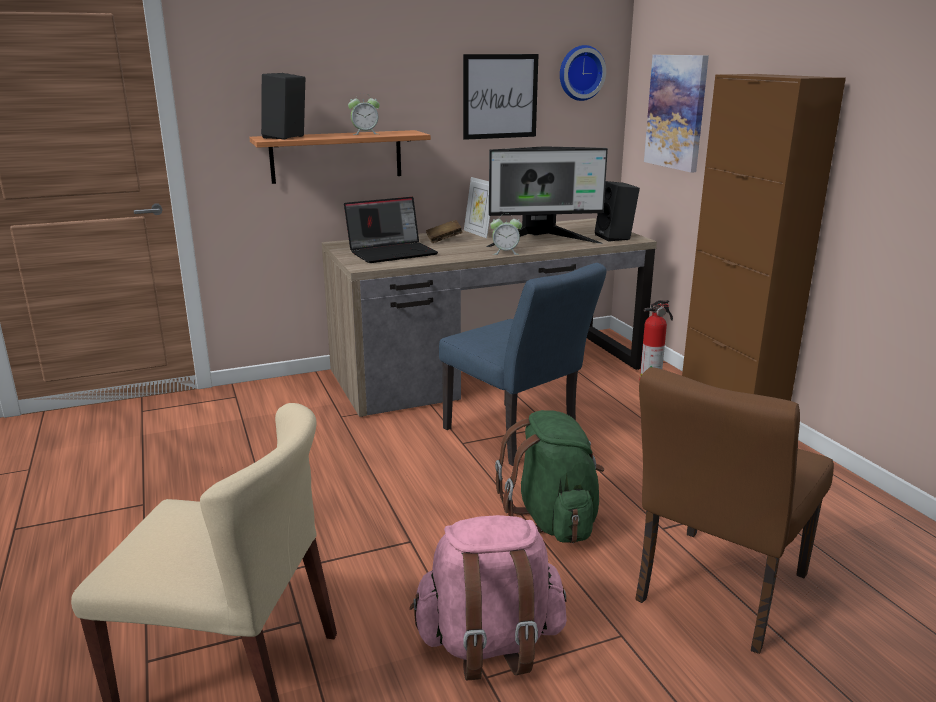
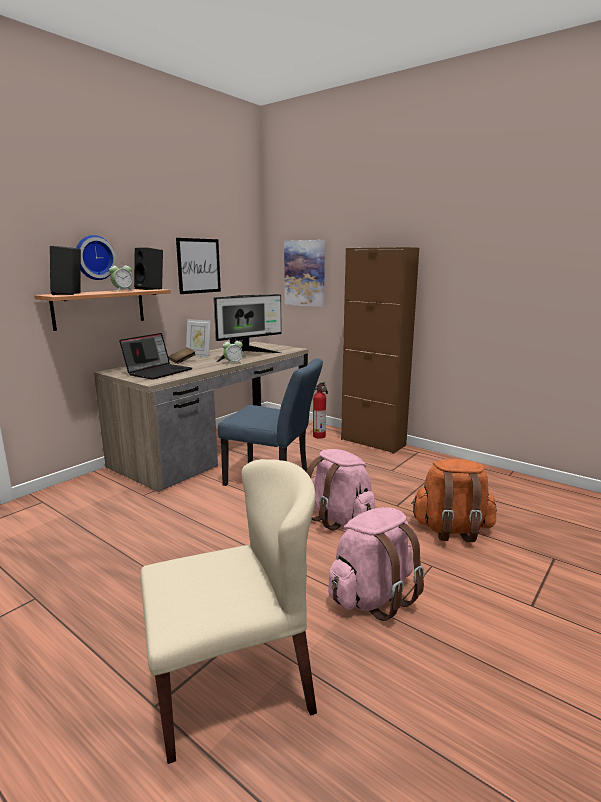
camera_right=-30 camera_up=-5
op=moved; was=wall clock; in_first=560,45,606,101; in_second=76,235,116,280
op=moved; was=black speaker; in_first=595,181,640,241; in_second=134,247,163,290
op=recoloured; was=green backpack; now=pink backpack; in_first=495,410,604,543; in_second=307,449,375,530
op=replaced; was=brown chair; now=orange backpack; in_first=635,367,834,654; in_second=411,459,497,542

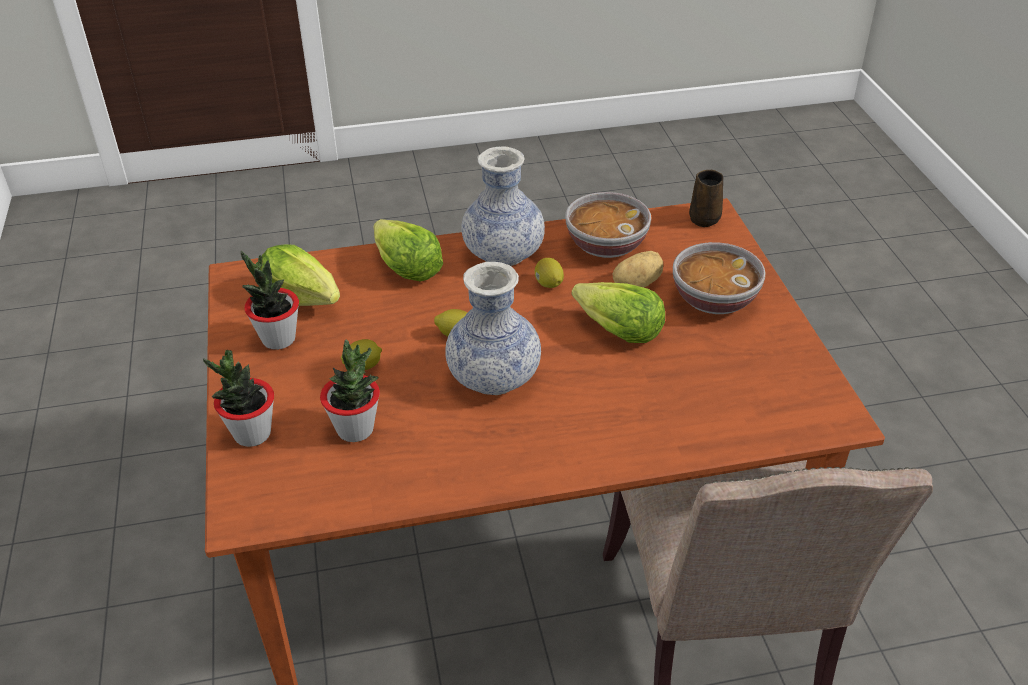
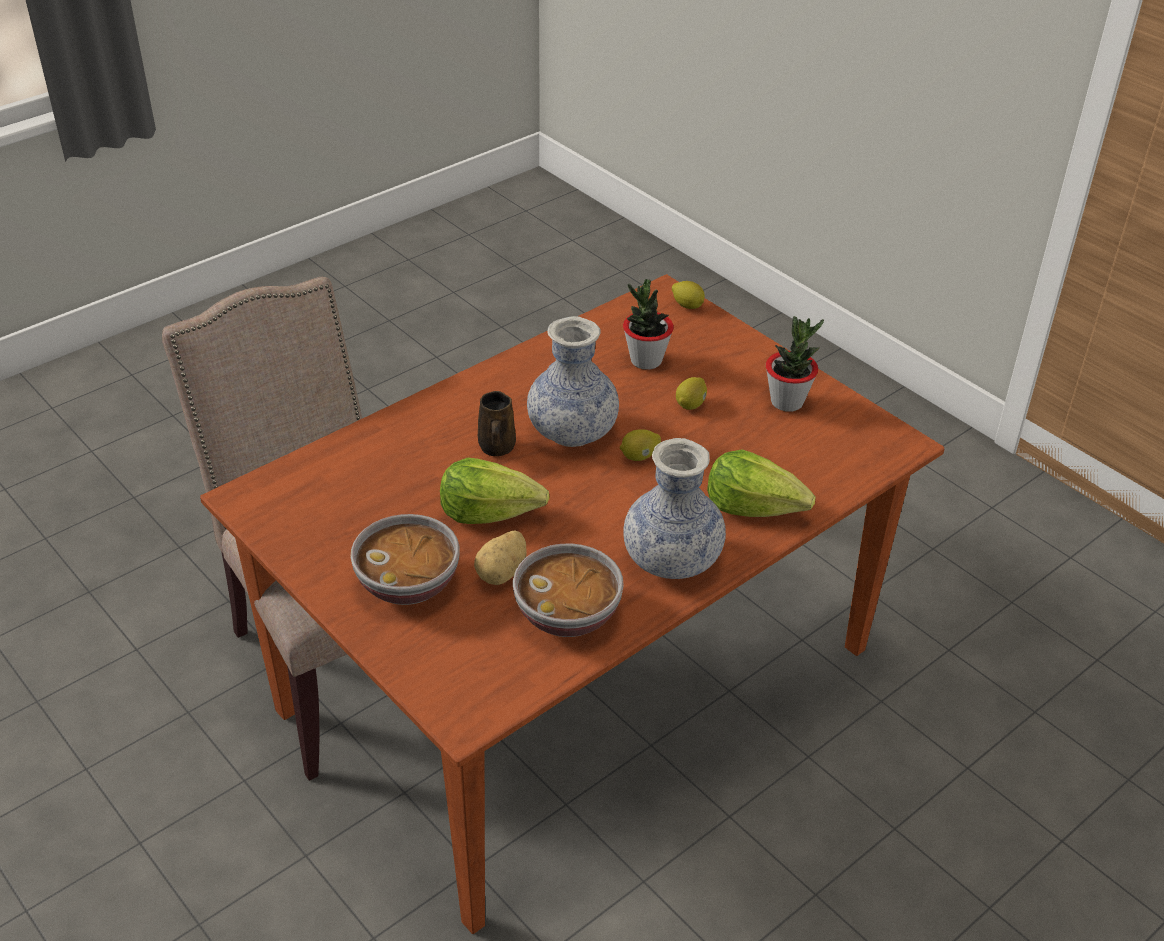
camera_right=150 camera_up=0
op=moved; was=brown mug; in_first=689,170,723,227; in_second=478,391,516,456
op=moved; was=lemon; in_first=535,258,564,288; in_second=672,281,705,309
op=removed; was=potted plant; in_first=203,350,274,447
op=removed; was=lettuce; in_first=262,244,340,306

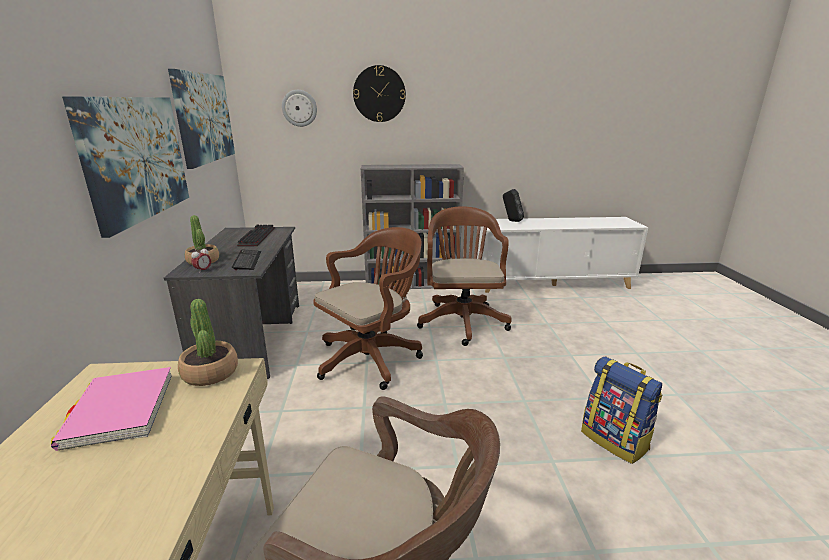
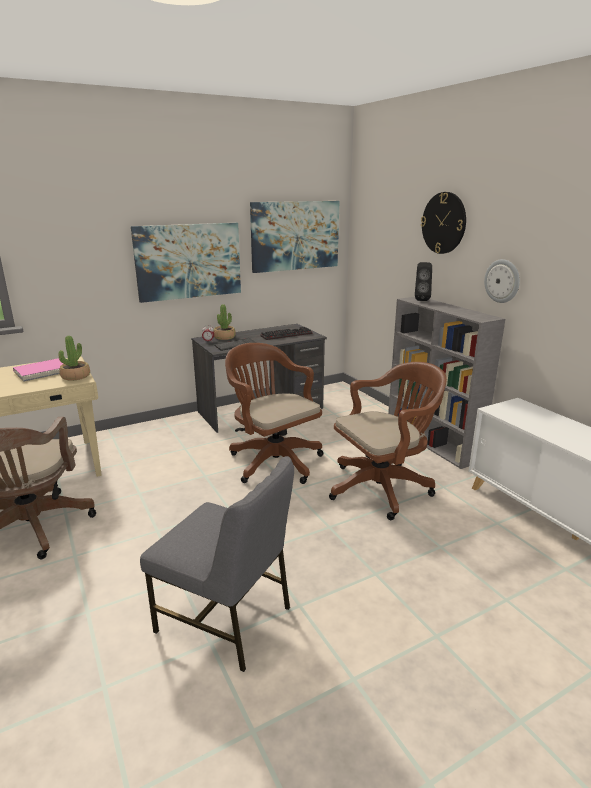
camera_right=65 camera_up=0
op=replaced; was=backpack; now=grey chair; in_first=581,357,662,464; in_second=140,456,294,672
op=turned; was=brown office chair; in_first=313,227,423,390; in_second=225,343,324,484; clockwise=-150
op=moved; was=black speaker; in_first=503,189,524,222; in_second=415,262,432,301
op=moved; was=wall clock; in_first=282,90,317,127; in_second=484,259,520,303

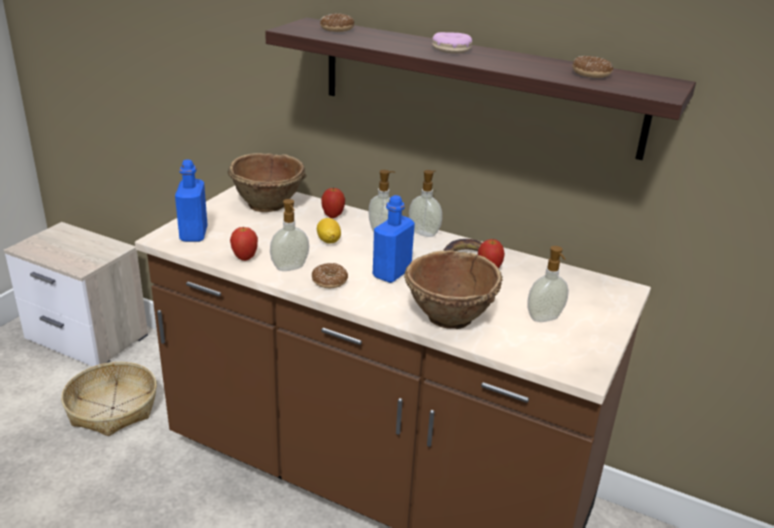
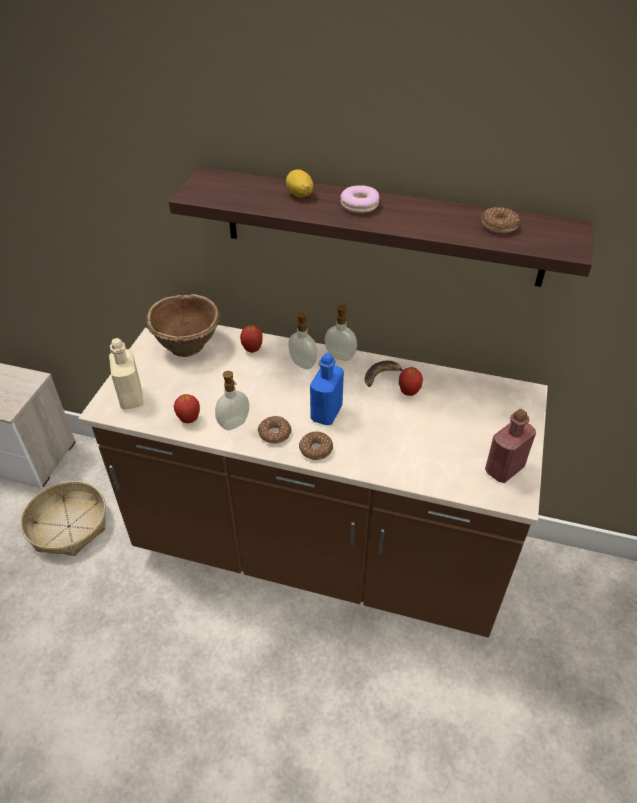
camera_right=-10 camera_up=15
op=recoloured; was=blue bottle; now=beige bottle; in_first=175,160,208,242; in_second=109,338,144,409
op=moved; was=lemon; in_first=317,218,341,243; in_second=286,169,313,198
op=moved; was=donut; in_first=320,13,354,32; in_second=299,432,333,460
op=added; now=red bottle; in_second=485,409,536,483
op=removed; was=brown bowl; in_first=404,250,503,329
op=removed; was=soap dispenser; in_first=528,246,569,322

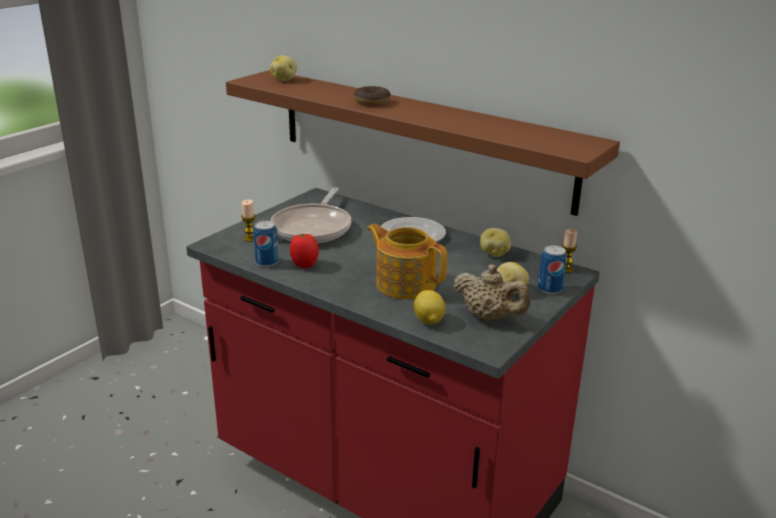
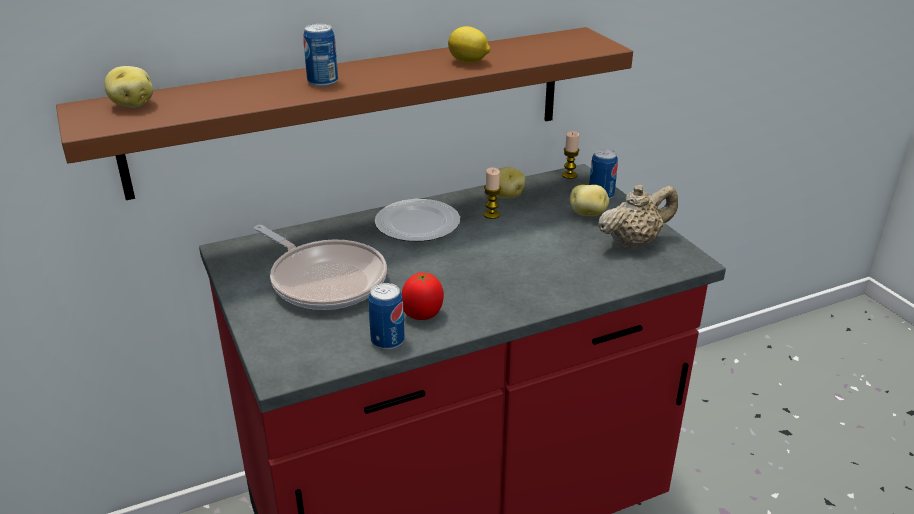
camera_right=-60 camera_up=5
op=replaced; was=donut; now=can; in_first=354,86,391,106; in_second=304,24,338,87
op=moved; was=lemon; in_first=414,290,445,325; in_second=448,26,491,63
op=moved; was=candle; in_first=241,200,255,242; in_second=484,167,501,219
op=removed; was=teapot; in_first=367,224,447,299

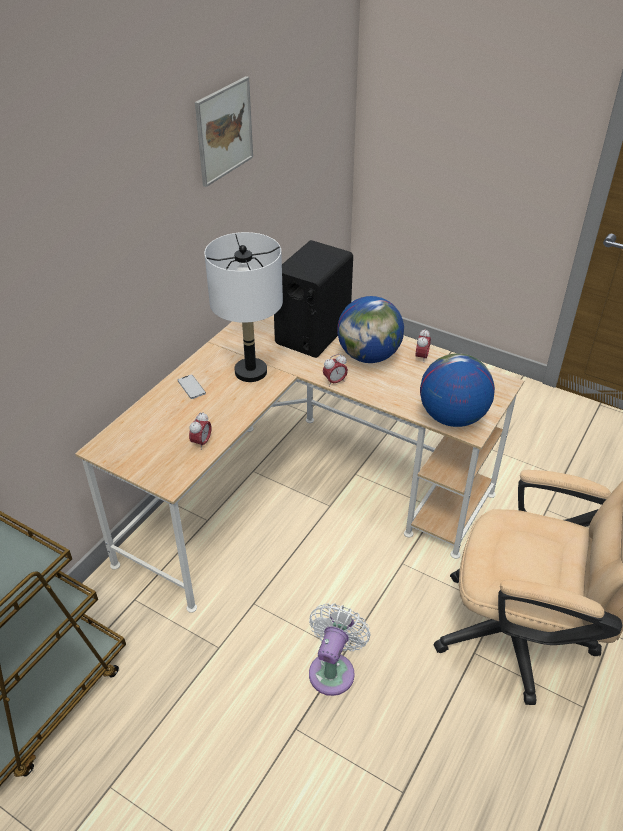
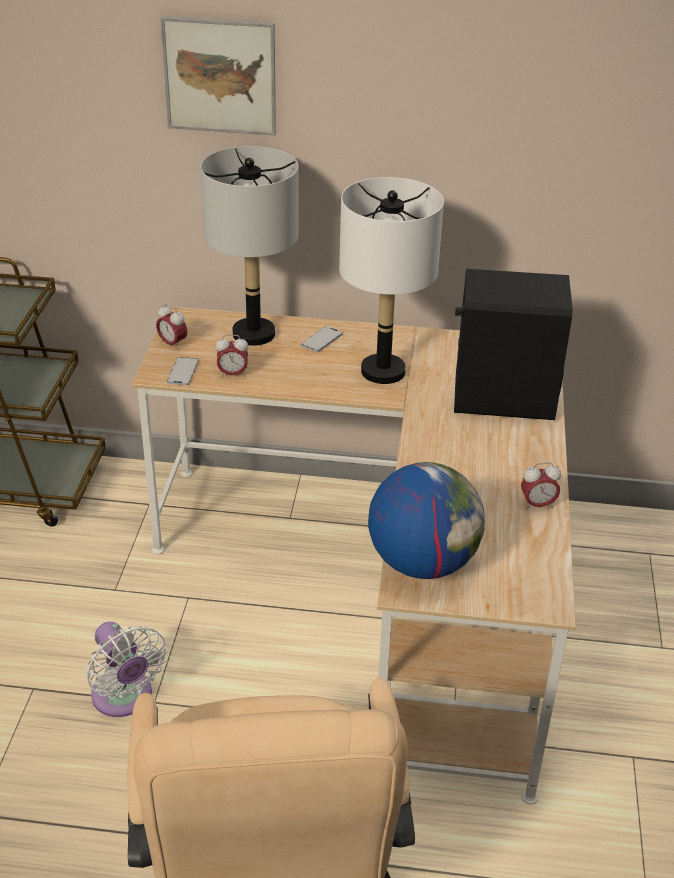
camera_right=65 camera_up=-5
op=turned; was=white fan; in_first=309,603,371,696; in_second=86,622,167,717; clockwise=60
op=moved; was=alarm clock; in_first=323,354,348,387; in_second=156,304,187,350
op=moved; was=picture; in_first=195,76,253,187; in_second=160,16,276,135
op=added; now=phone; in_second=167,357,199,385
op=added; now=grey table lamp; in_second=200,146,299,346
op=removed; was=globe; in_first=337,296,404,363

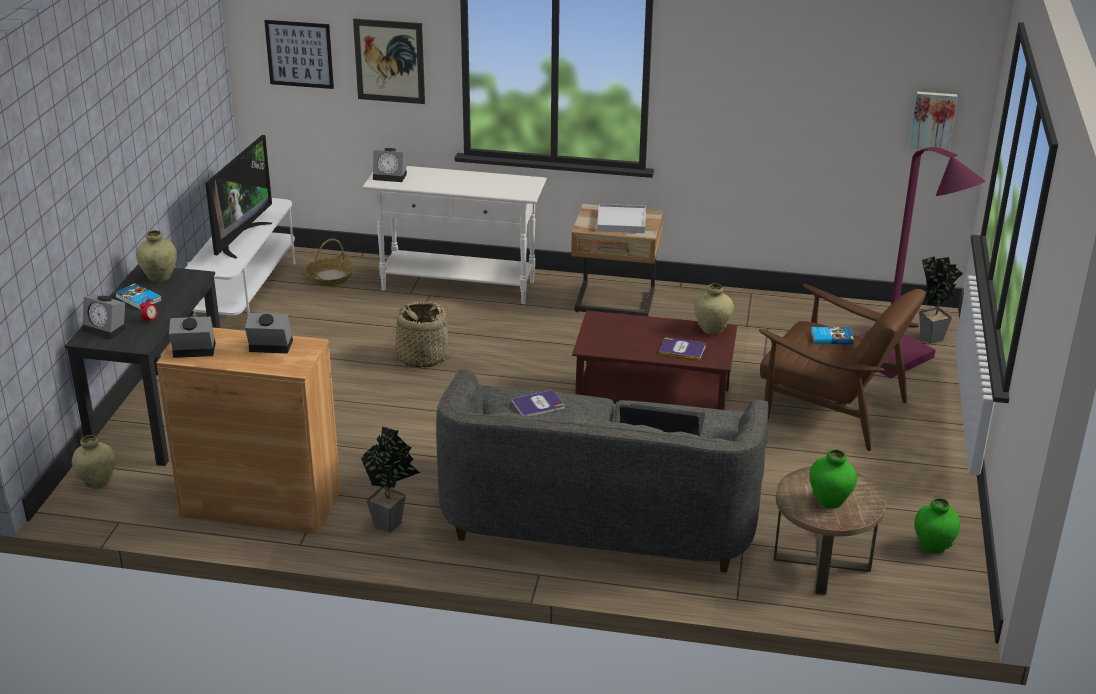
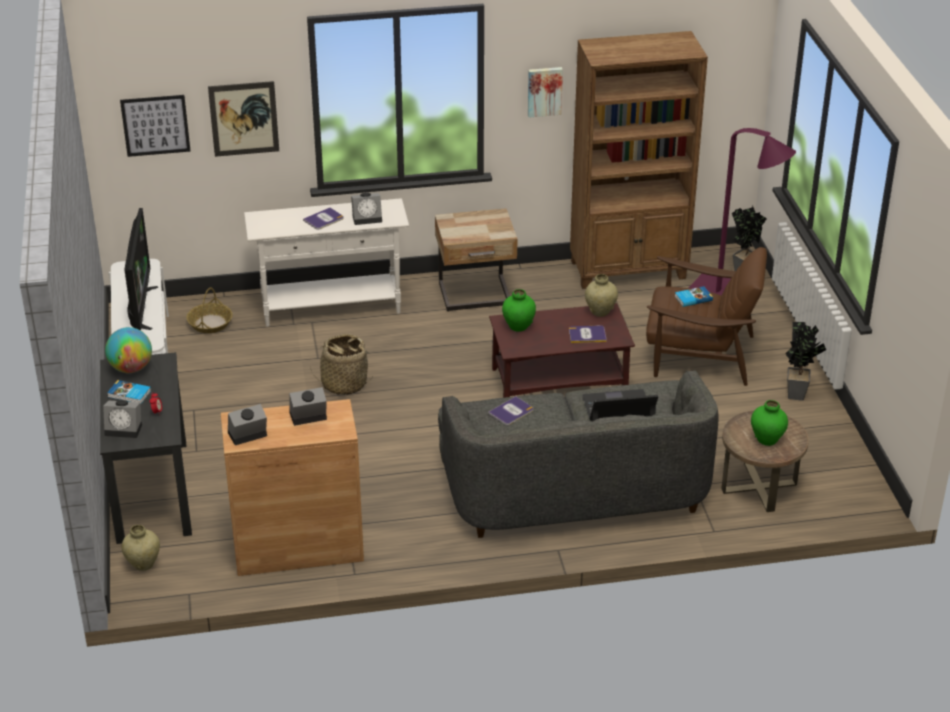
camera_right=-20 camera_up=5
op=replaced; was=beige vase; now=globe; in_first=136,230,177,282; in_second=105,327,152,373
op=added; now=book; in_second=303,208,344,230
op=moved; was=alarm clock; in_first=373,148,407,182; in_second=351,193,382,225
op=moved; was=green vase; in_first=914,498,960,554; in_second=502,289,536,332
op=moved; was=picture; in_first=909,92,957,151; in_second=528,67,563,117
op=added; now=brown bookcase; in_second=570,31,708,289
op=moved; was=potted plant; in_first=361,427,420,533; in_second=785,322,826,401
op=removed; was=white tray; in_first=597,204,646,233

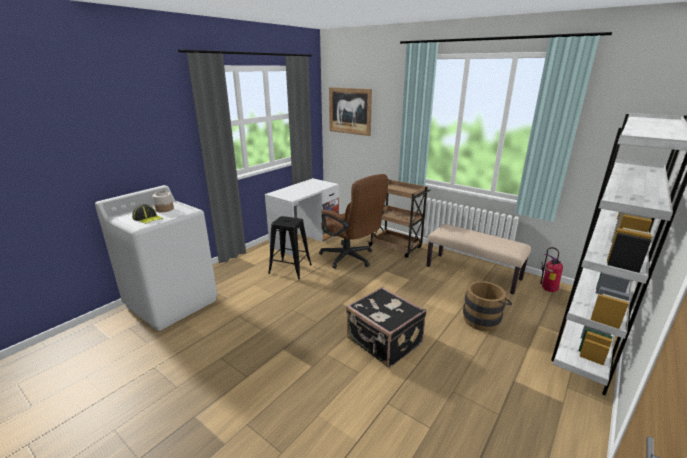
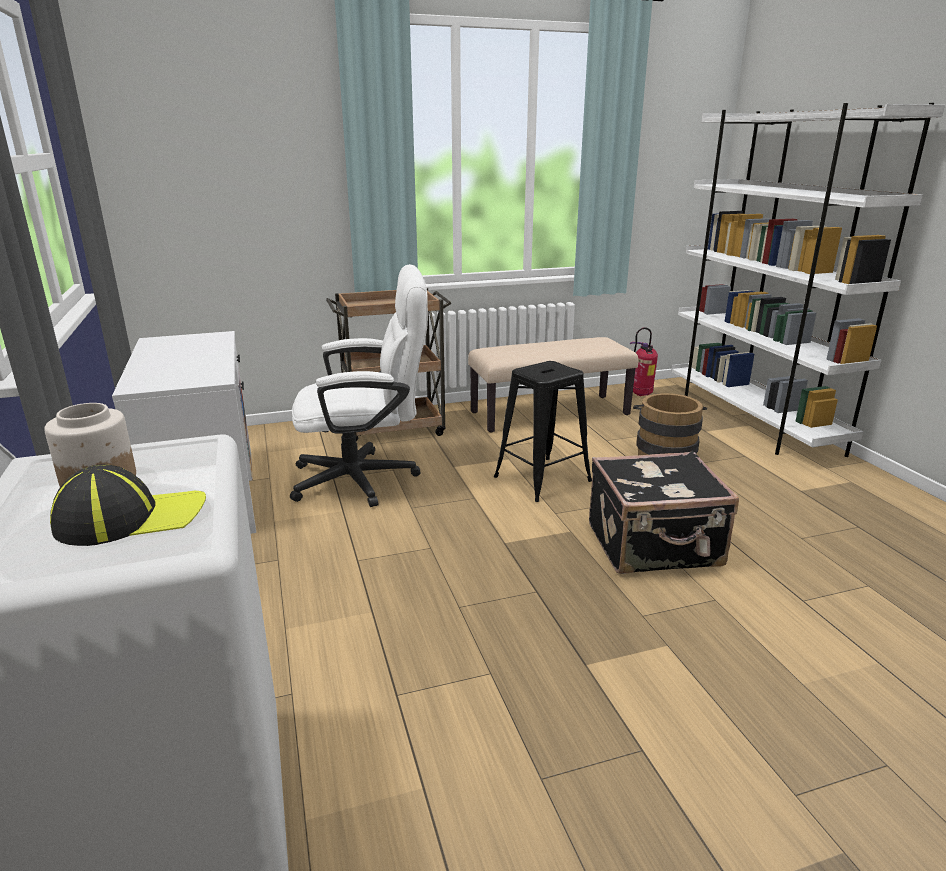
camera_right=-55 camera_up=0
op=recoloured; was=brown office chair; now=white office chair; in_first=319,174,388,269; in_second=290,264,428,507
op=moved; was=black stool; in_first=268,216,312,279; in_second=494,361,592,502
op=removed; was=picture; in_first=329,87,372,136

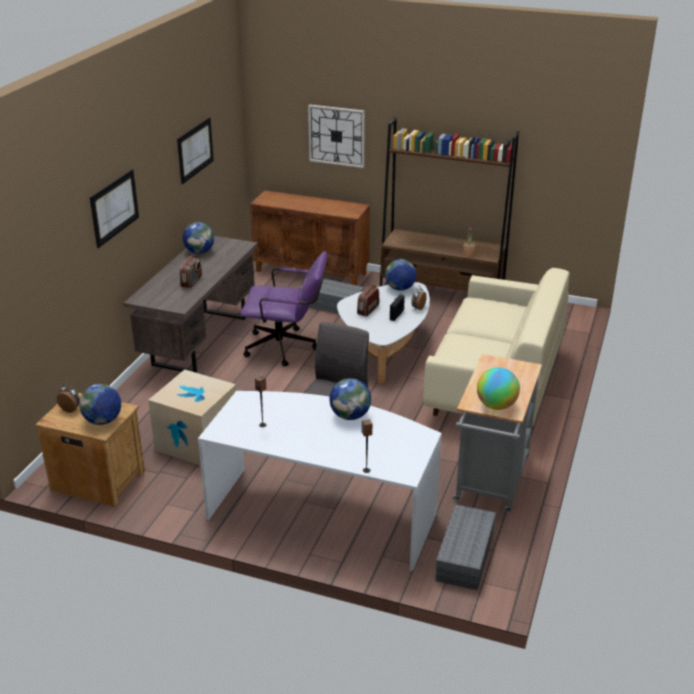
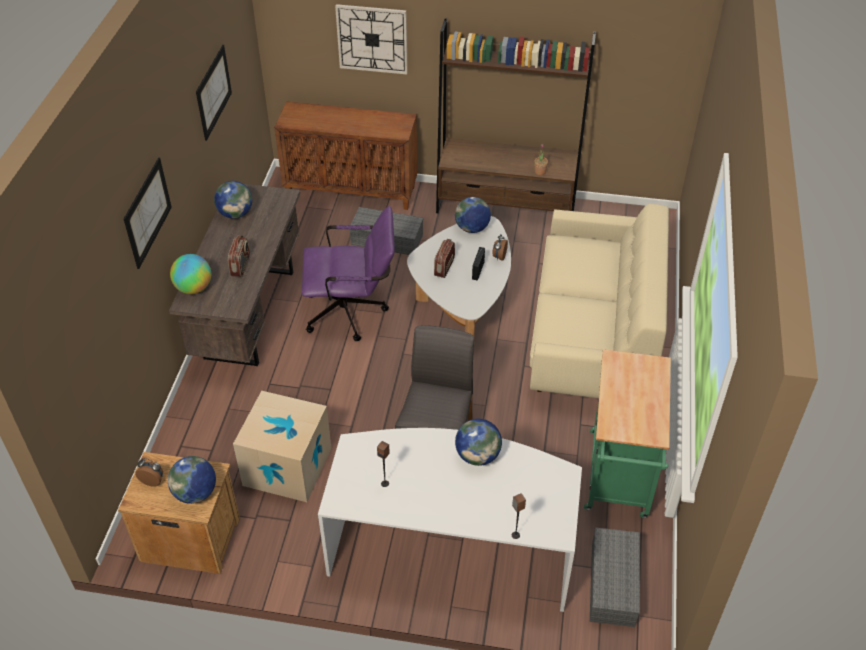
camera_right=-10 camera_up=15
op=moved; was=globe; in_first=477,367,520,410; in_second=170,254,211,294
op=recoloured; was=grey cart; now=green cart; in_first=453,354,542,513; in_second=584,349,671,518

